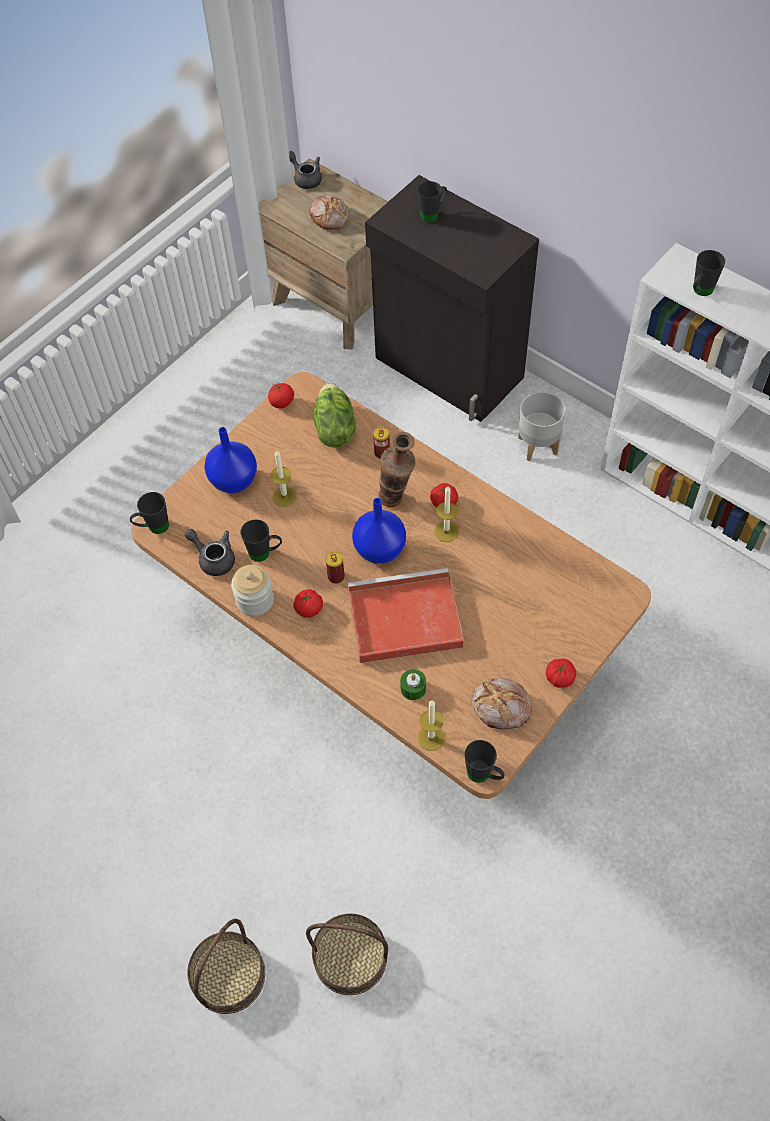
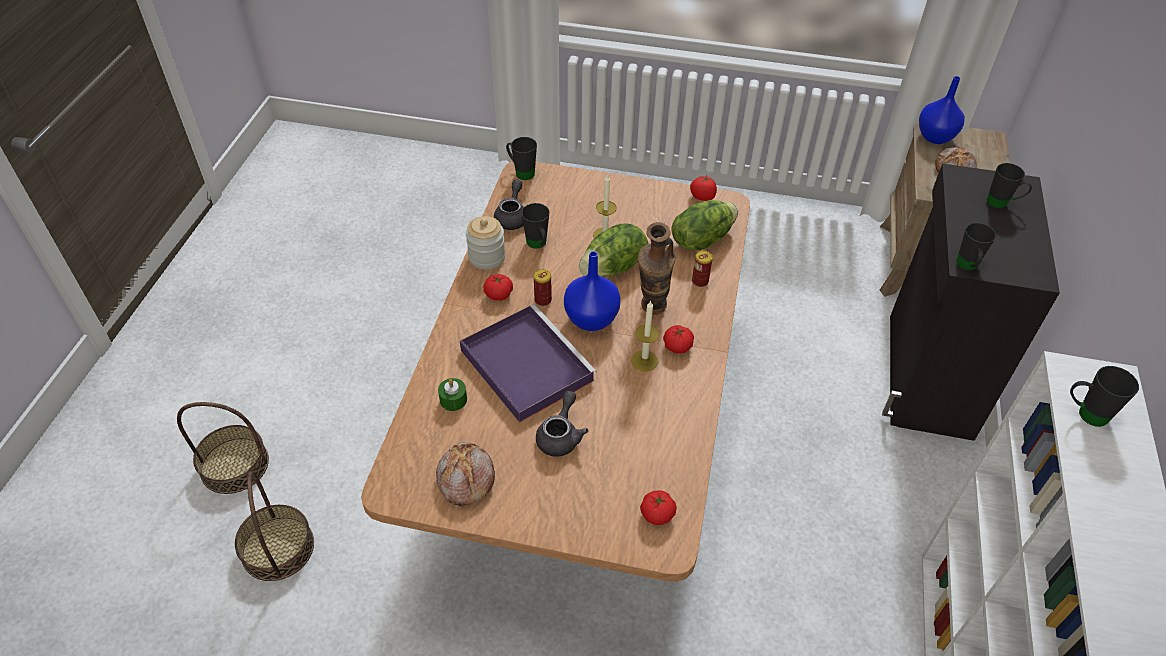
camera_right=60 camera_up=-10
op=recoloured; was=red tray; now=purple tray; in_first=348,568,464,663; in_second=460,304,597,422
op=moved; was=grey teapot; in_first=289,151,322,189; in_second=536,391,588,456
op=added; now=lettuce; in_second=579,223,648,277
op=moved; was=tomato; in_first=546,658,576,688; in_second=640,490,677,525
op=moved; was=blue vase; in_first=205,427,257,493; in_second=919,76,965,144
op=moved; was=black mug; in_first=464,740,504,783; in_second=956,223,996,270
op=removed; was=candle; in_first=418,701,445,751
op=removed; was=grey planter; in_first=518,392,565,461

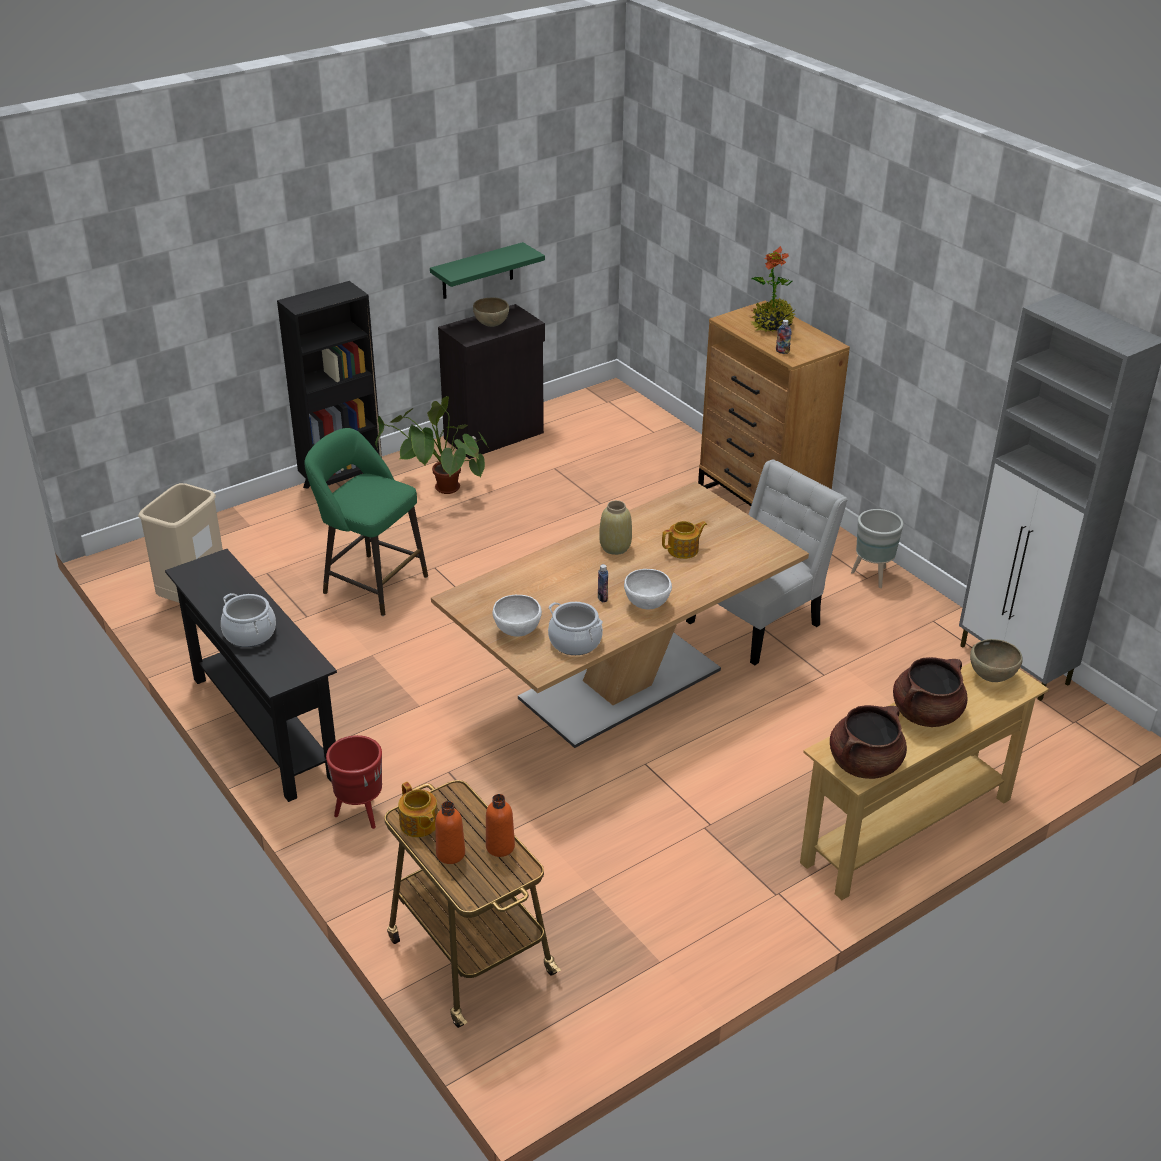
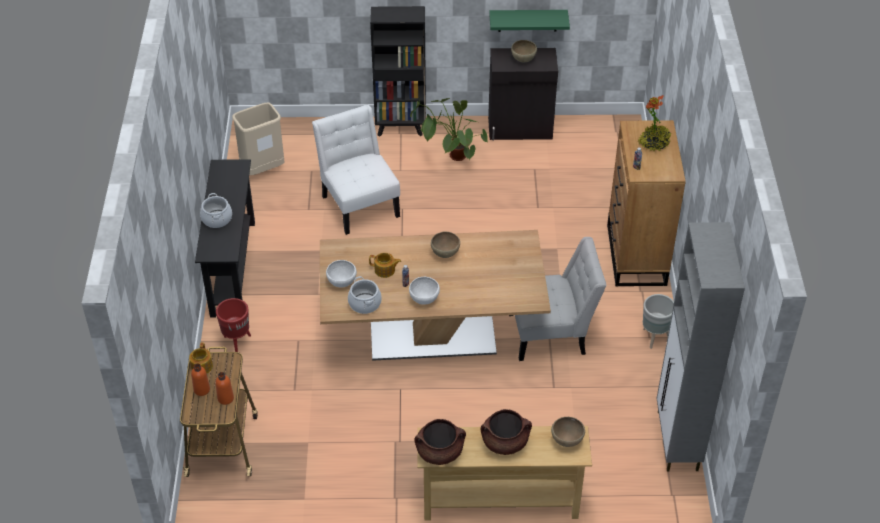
camera_right=35 camera_up=10
op=replaced; was=green stool; now=white chair; in_first=304,428,428,616; in_second=312,105,400,235
op=moved; was=teapot; in_first=662,521,707,559; in_second=369,253,401,278
op=replaced; was=beige vase; now=brown bowl; in_first=599,500,632,555; in_second=431,232,460,258

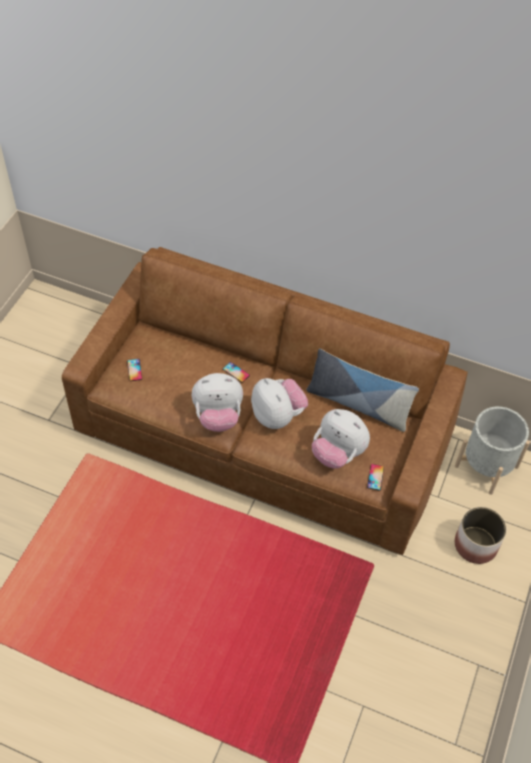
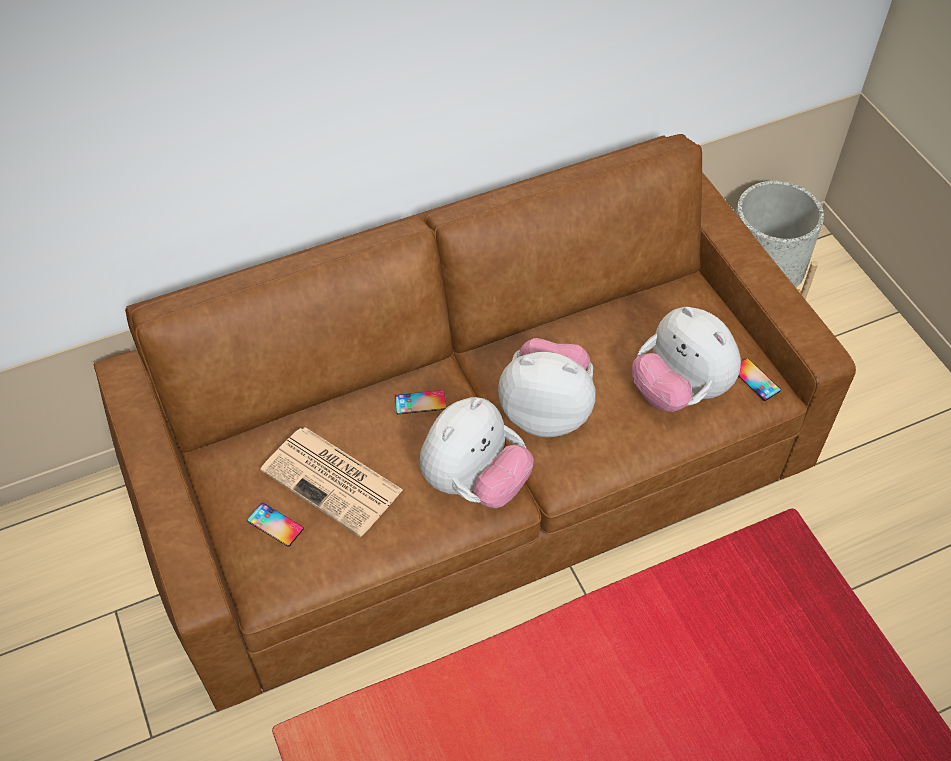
camera_right=-45 camera_up=0
op=added; now=newspaper; in_second=260,427,403,537
op=turned; was=plush toy; in_first=312,409,370,469; in_second=632,307,741,412; clockwise=60
op=removed; was=pillow; in_first=306,348,419,432
op=removed; was=planter; in_first=455,507,506,564

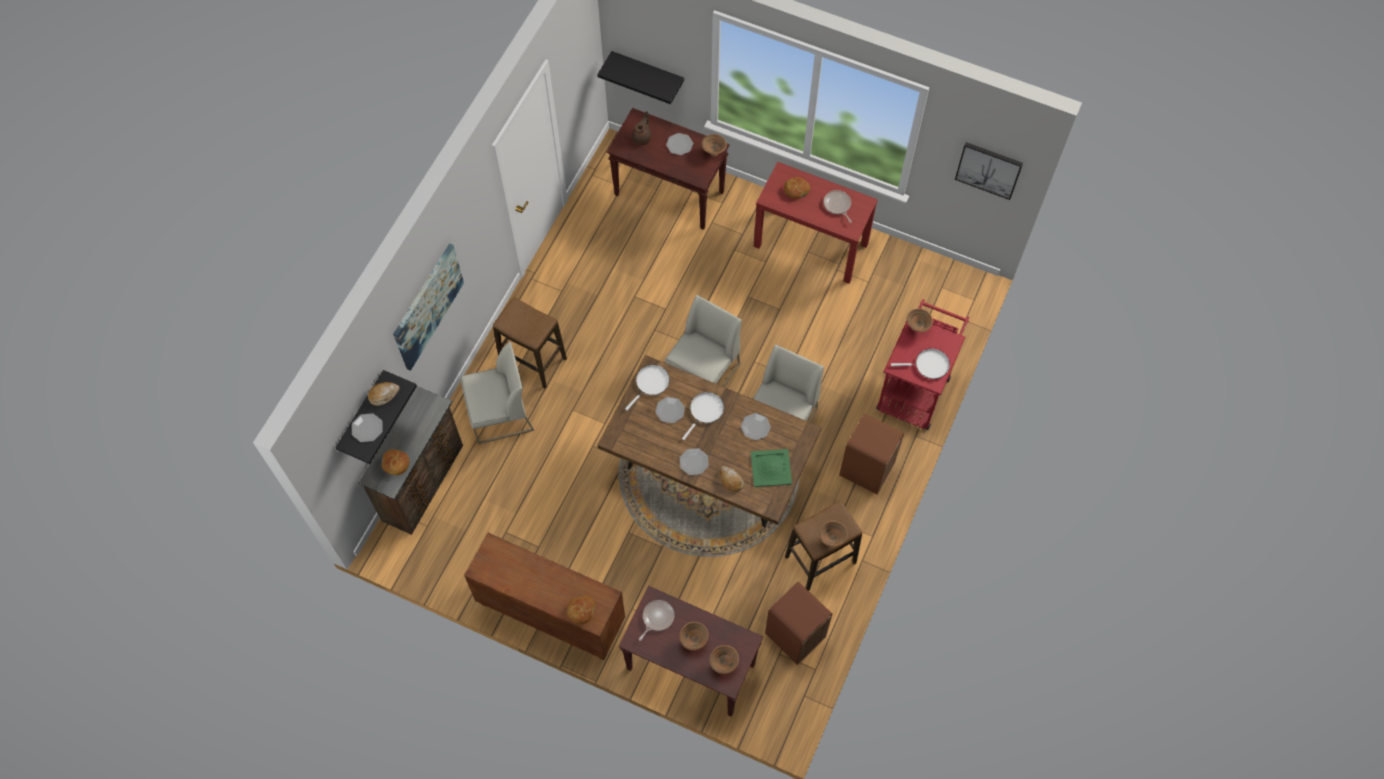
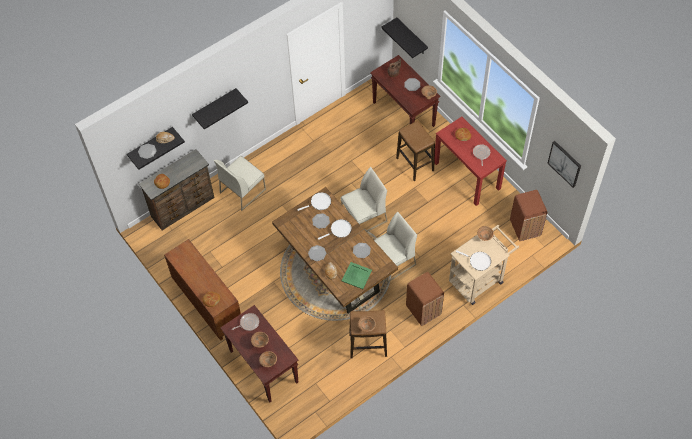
camera_right=30 camera_up=-5
op=replaced; was=picture; now=black shelf; in_first=393,243,464,371; in_second=192,88,248,129
op=turned; was=white chair; in_first=461,342,534,444; in_second=214,156,266,211; clockwise=120
op=moved; was=stool; in_first=493,297,567,389; in_second=396,121,435,181
op=recoloured; was=red cart; now=beige cart; in_first=876,299,969,430; in_second=449,225,519,305
op=moved; was=brown trash can; in_first=765,582,832,665; in_second=510,190,547,241

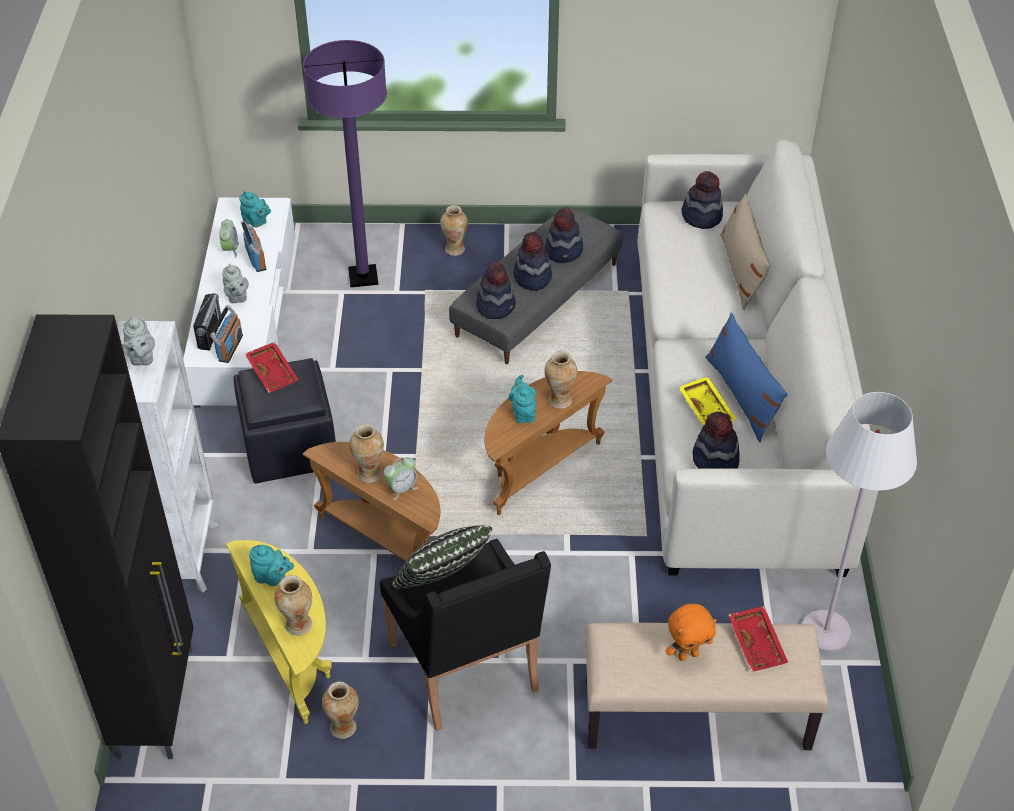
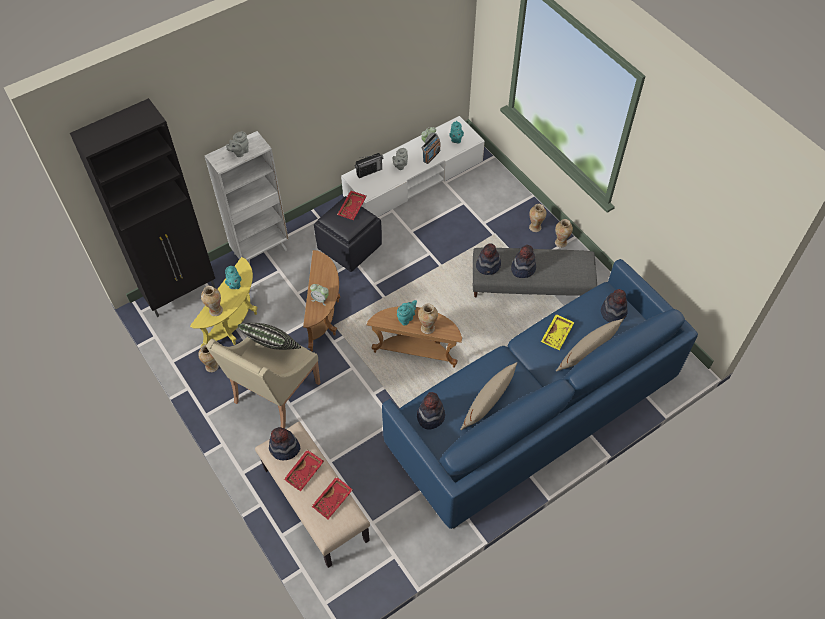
camera_right=55 camera_up=10
op=recoloured; was=black armchair; now=beige armchair; in_first=380,539,551,731; in_second=206,337,320,428
op=moved; was=hat; in_first=544,208,583,263; in_second=269,427,300,460
op=replaced; was=orange plush toy; now=red tray; in_first=666,604,717,661; in_second=284,450,324,491
op=recoloured; was=white sofa; now=blue sofa; in_first=637,139,878,577; in_second=382,259,698,529
op=recoloured; was=blue pillow; now=beige pillow; in_first=705,313,788,442; in_second=460,362,517,430
op=moved; was=yellow tray; in_first=679,376,736,426; in_second=541,314,575,350
op=moved; was=vase; in_first=349,424,384,483; in_second=555,219,573,248
op=removed; was=radio; in_first=210,305,243,363
op=removed; was=purple floor lamp; in_first=303,40,387,287
op=removed; was=white floor lamp; in_first=802,392,917,653

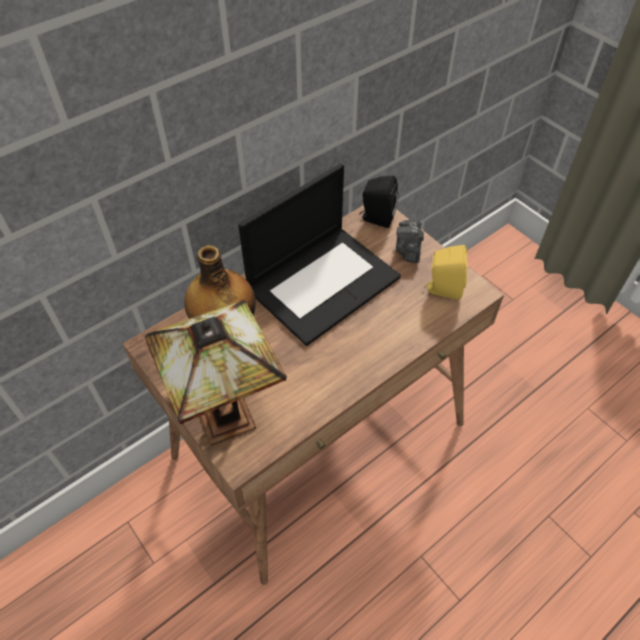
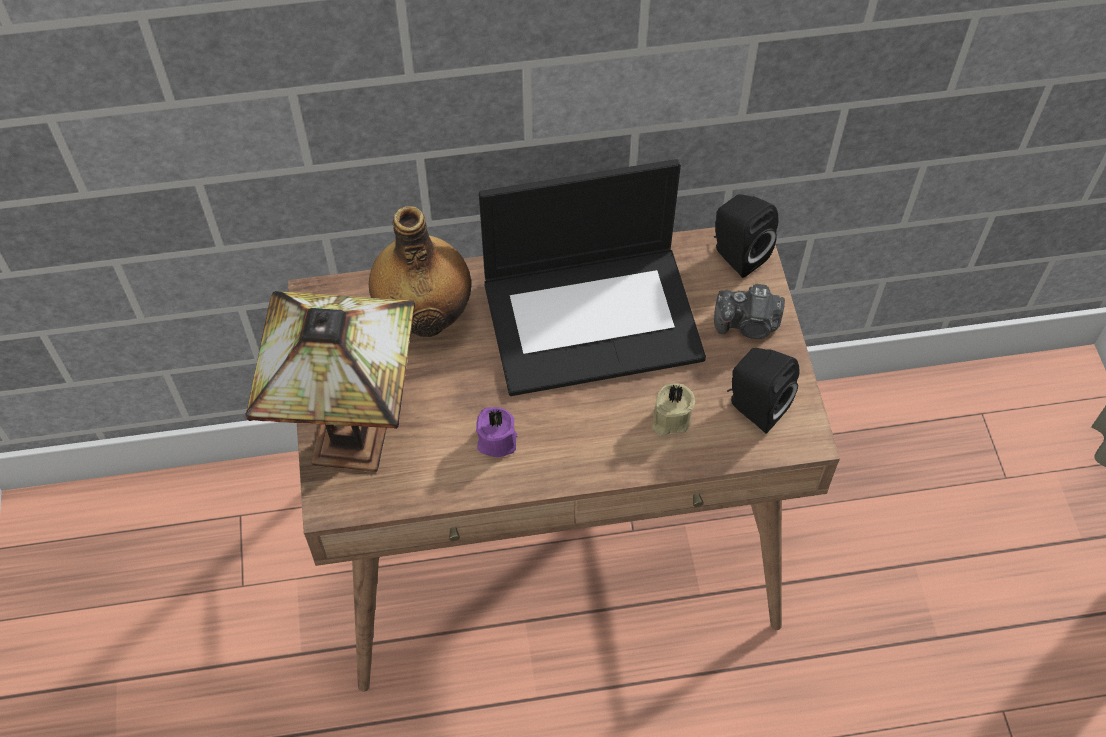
camera_right=30 camera_up=5
op=added; now=purple candle; in_second=476,407,517,457
op=added; now=beige candle; in_second=651,383,695,436
op=turned; was=photo camera; in_first=396,219,424,263; in_second=714,284,785,339; clockwise=-120
op=recoloured; was=yellow speaker; now=black speaker; in_first=424,245,468,299; in_second=727,348,799,434

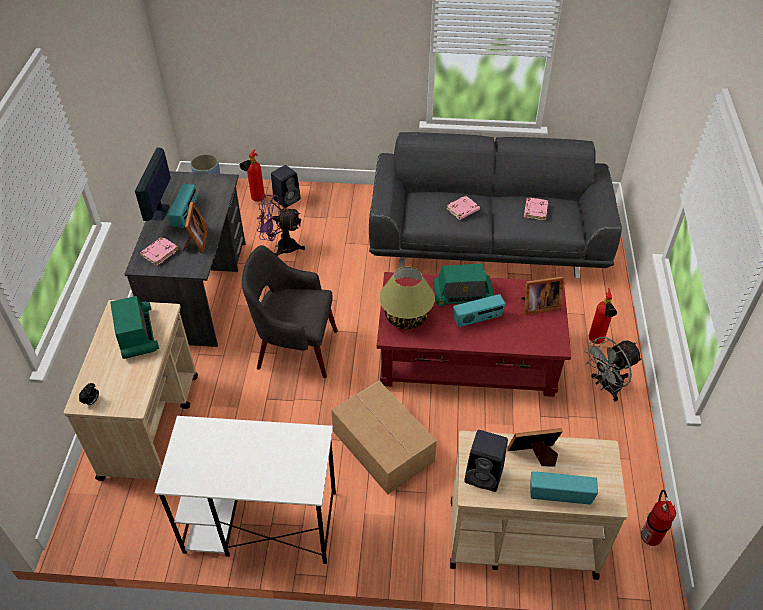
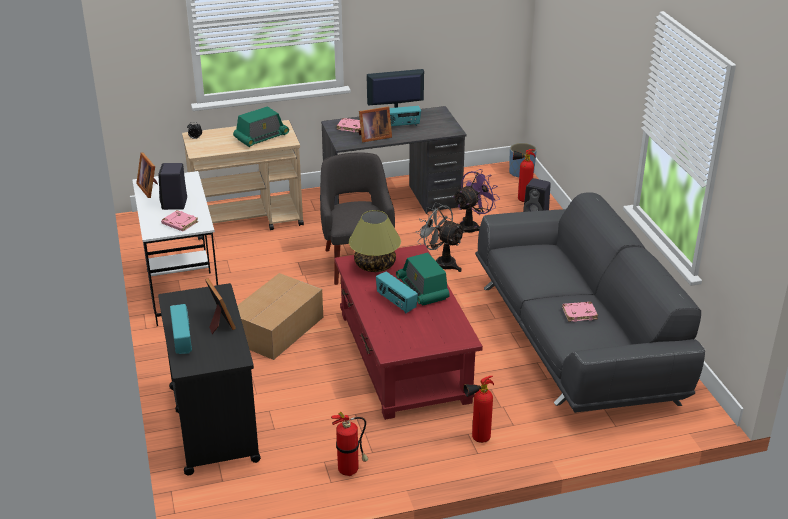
camera_right=70 camera_up=-15
op=moved; was=picture frame; in_first=521,277,563,315; in_second=136,153,158,198
op=moved; was=black speaker; in_first=464,430,508,492; in_second=158,163,187,210
op=recoloured; was=beige cart; now=black cart; in_first=450,431,628,580; in_second=158,283,261,475
op=moved; was=pink book; in_first=446,196,480,220; in_second=161,210,198,231
op=moved; was=fire extinguisher; in_first=641,490,676,546; in_second=331,412,368,476
op=moved; was=grey fan; in_first=584,337,642,402; in_second=416,203,465,272
op=turned; was=purple fan; in_first=257,195,305,256; in_second=453,169,500,233; clockwise=60

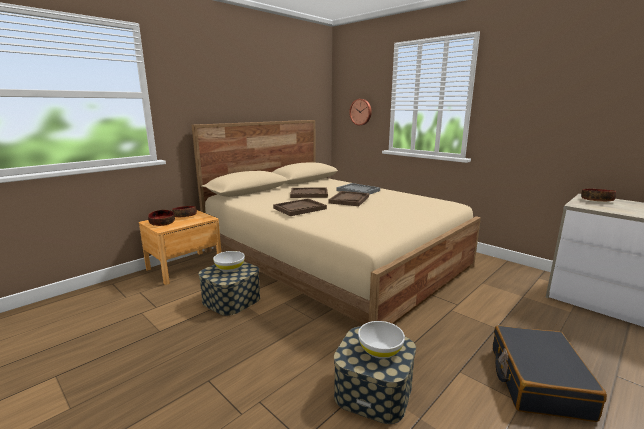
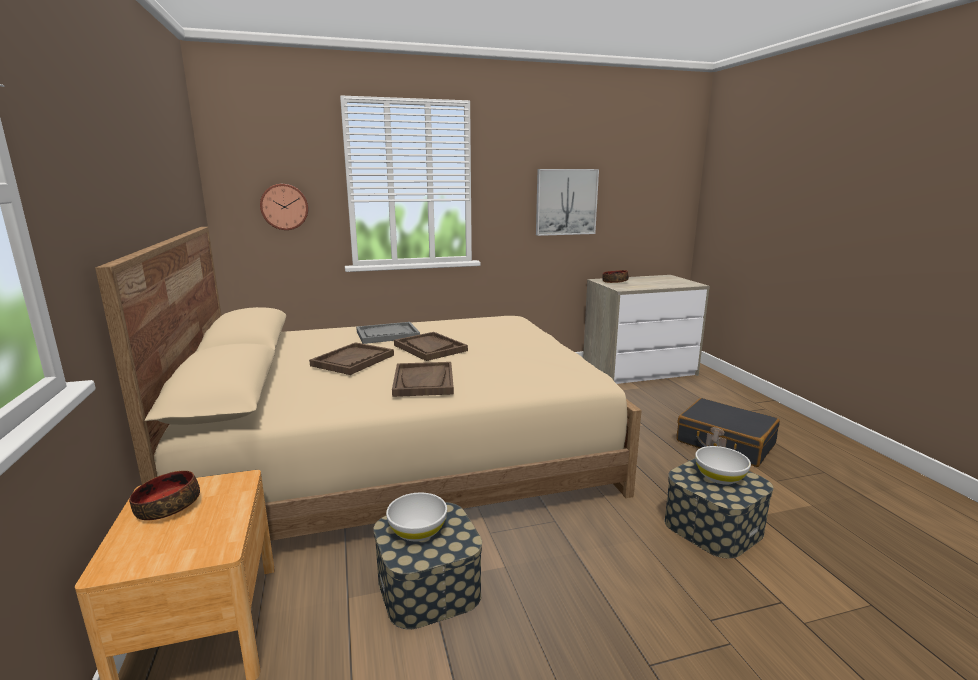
camera_right=-60 camera_up=0
op=added; now=picture; in_second=536,169,599,236
op=removed; was=bowl; in_first=148,210,175,226

